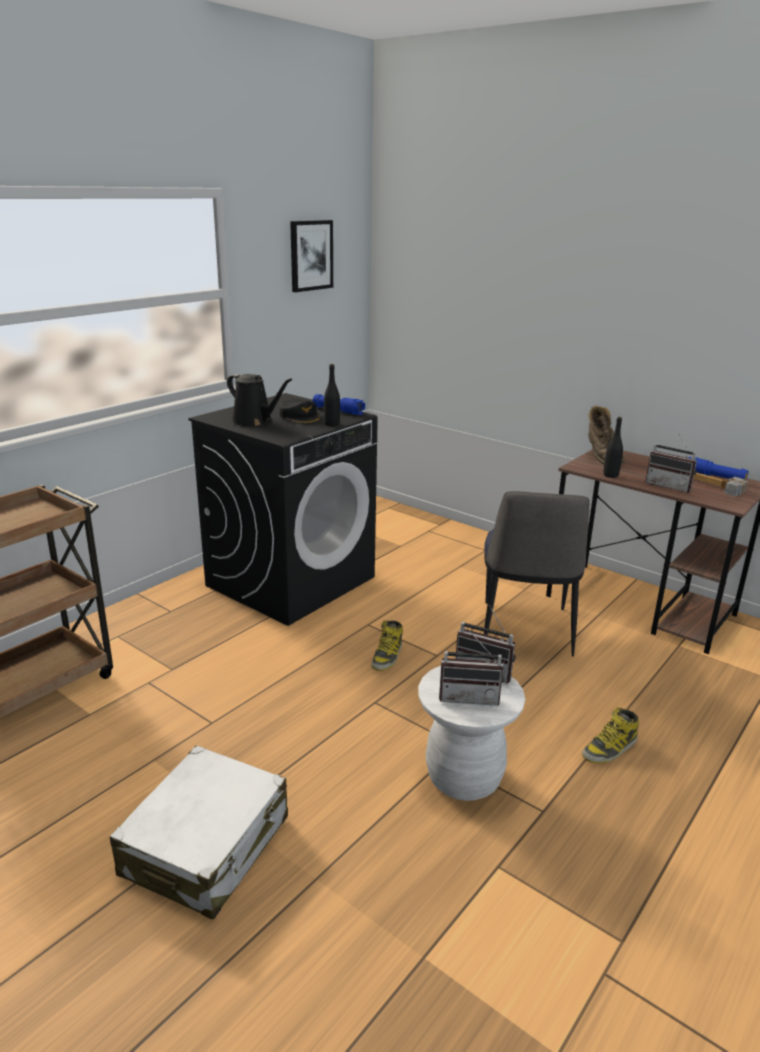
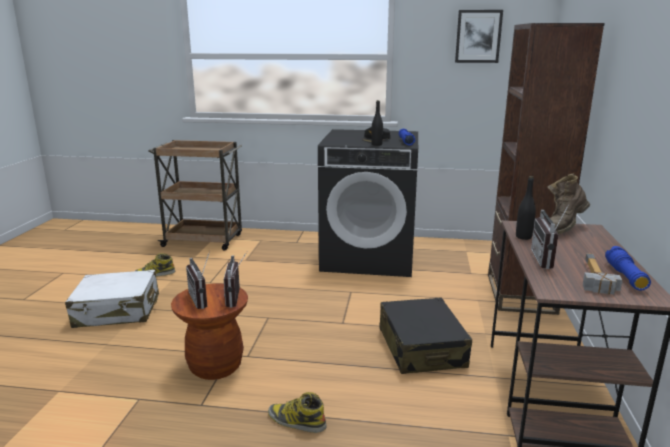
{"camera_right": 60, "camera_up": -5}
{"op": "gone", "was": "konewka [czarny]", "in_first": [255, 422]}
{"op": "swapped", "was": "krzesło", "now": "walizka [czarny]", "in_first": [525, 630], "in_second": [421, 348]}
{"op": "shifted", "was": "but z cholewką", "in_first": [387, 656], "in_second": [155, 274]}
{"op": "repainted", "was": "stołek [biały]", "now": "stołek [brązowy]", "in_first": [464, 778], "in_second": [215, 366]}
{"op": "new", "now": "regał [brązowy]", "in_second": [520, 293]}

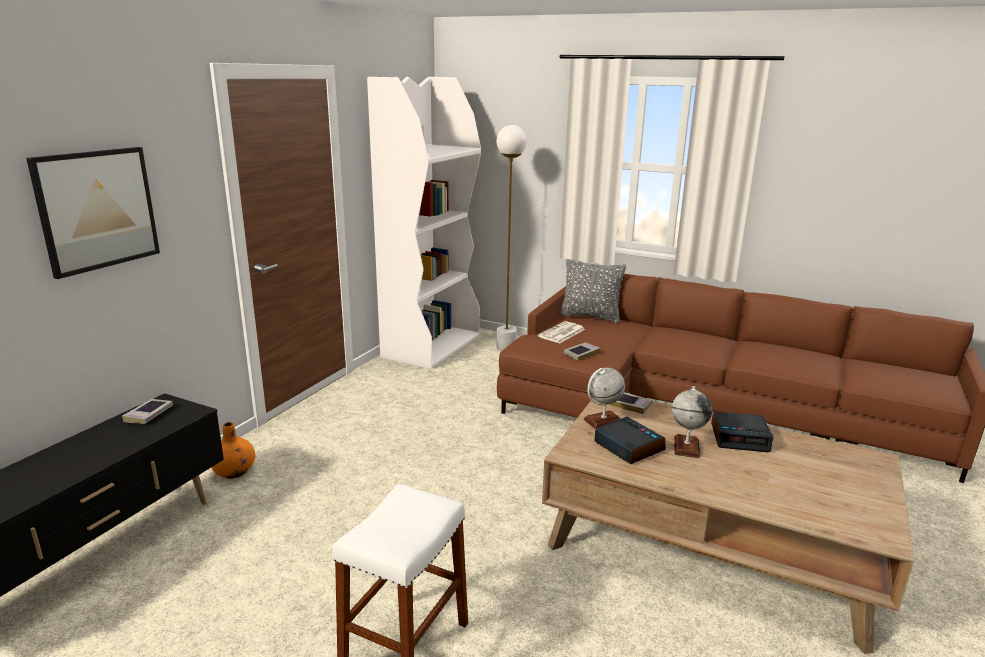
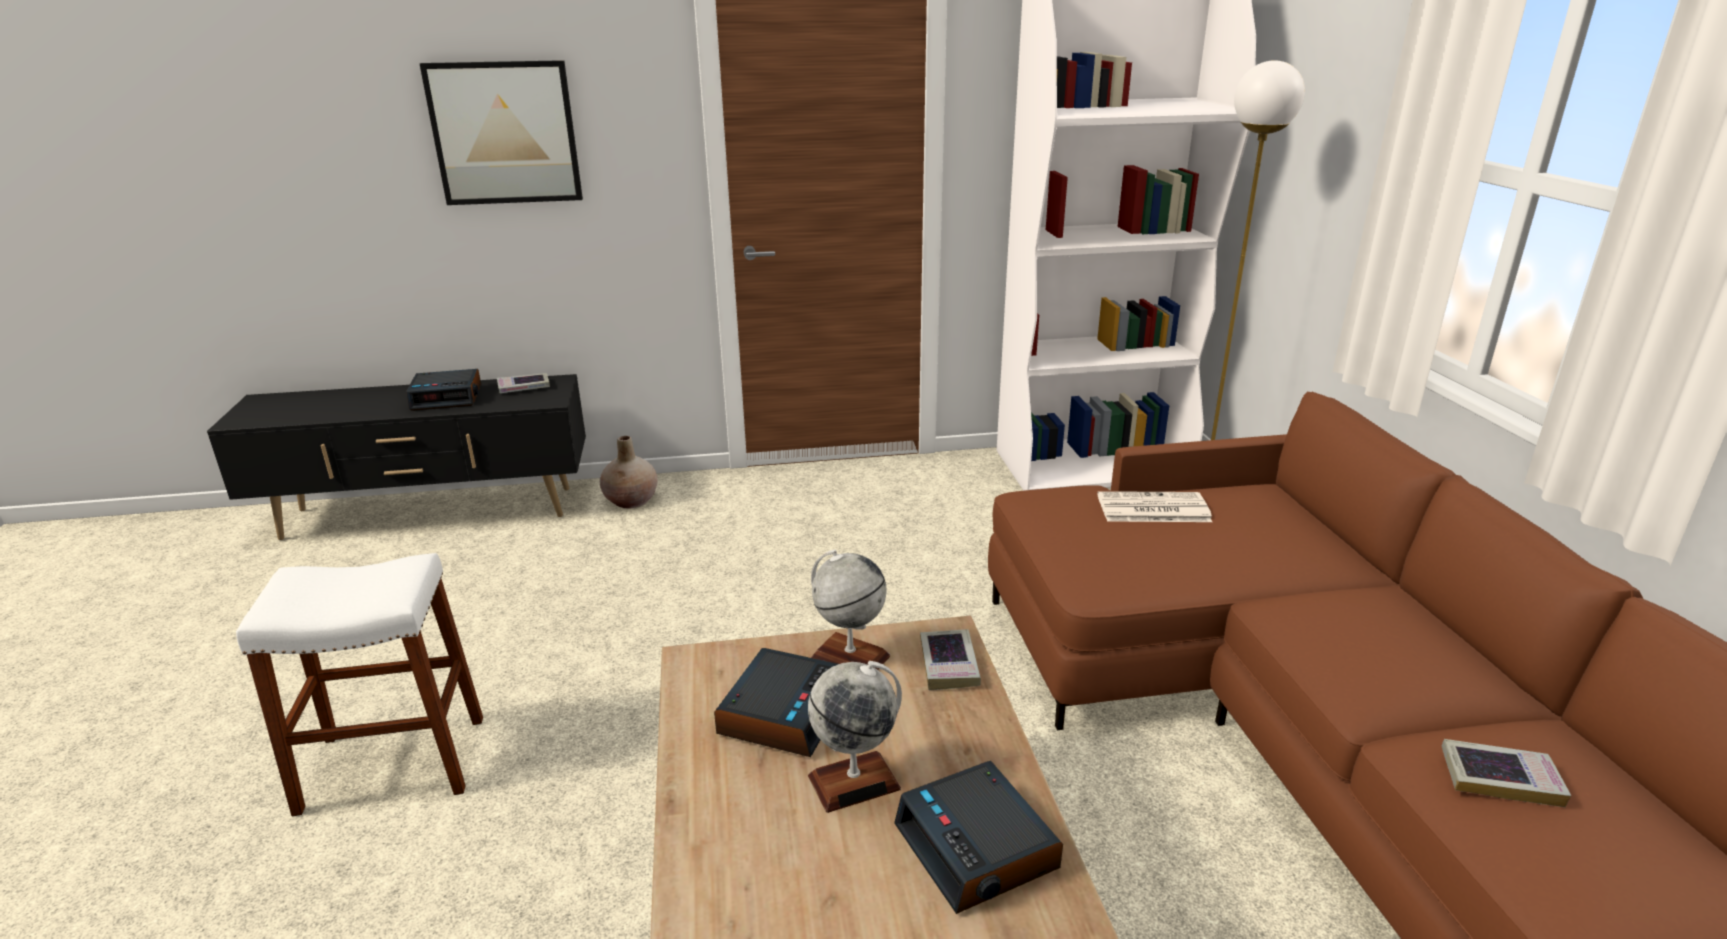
{"camera_right": 55, "camera_up": 5}
{"op": "gone", "was": "poduszka [szary]", "in_first": [590, 317]}
{"op": "shifted", "was": "książka", "in_first": [581, 353], "in_second": [1500, 778]}
{"op": "repainted", "was": "wazon [pomarańczowy]", "now": "wazon [beżowy]", "in_first": [234, 471], "in_second": [632, 501]}
{"op": "new", "now": "budzik", "in_second": [447, 397]}

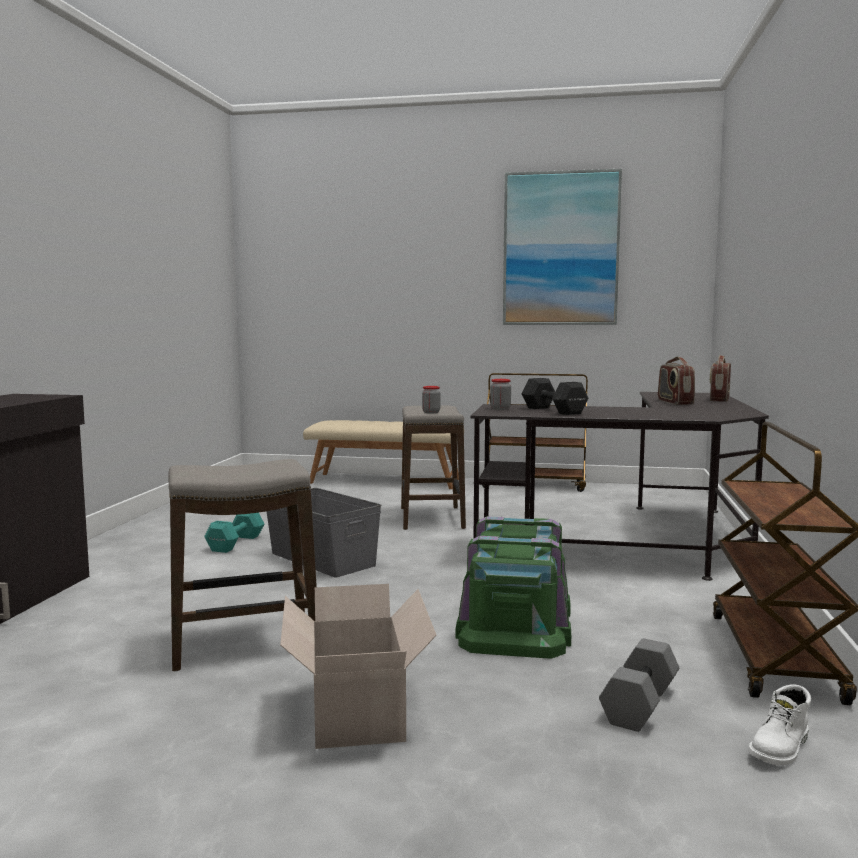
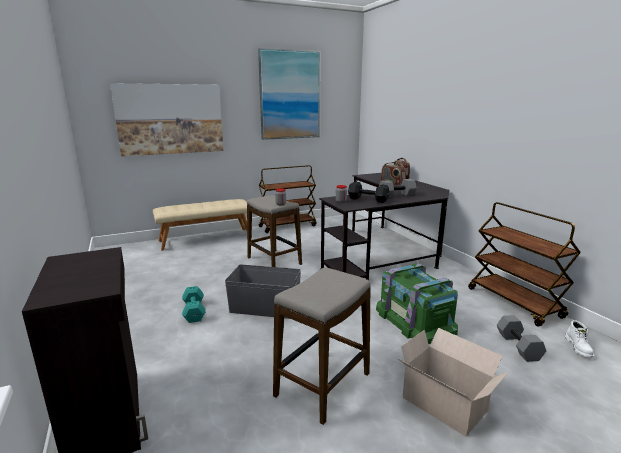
{"camera_right": -35, "camera_up": 10}
{"op": "new", "now": "obraz", "in_second": [170, 119]}
{"op": "new", "now": "hantel [szary]", "in_second": [396, 195]}

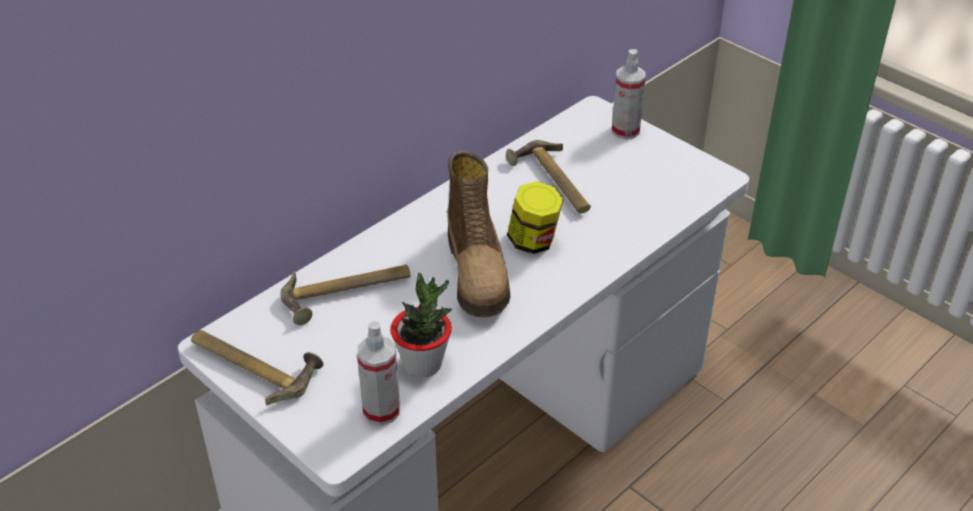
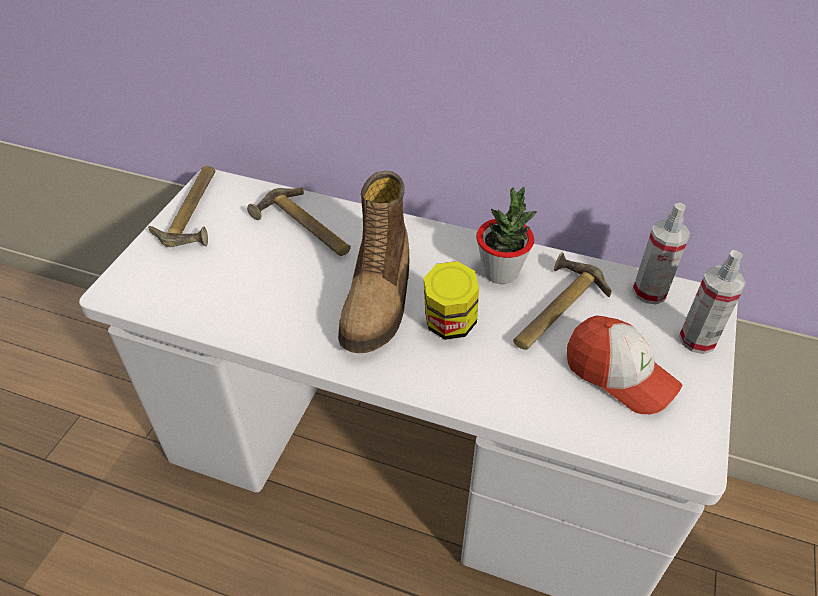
{"camera_right": 65, "camera_up": 5}
{"op": "rotated", "was": "but z cholewką", "in_first": [478, 272], "in_second": [379, 300], "clockwise": -45}
{"op": "shifted", "was": "roślina doniczkowa", "in_first": [423, 364], "in_second": [501, 272]}
{"op": "shifted", "was": "spryskiwacz", "in_first": [381, 410], "in_second": [649, 292]}
{"op": "new", "now": "czapka z daszkiem", "in_second": [619, 374]}

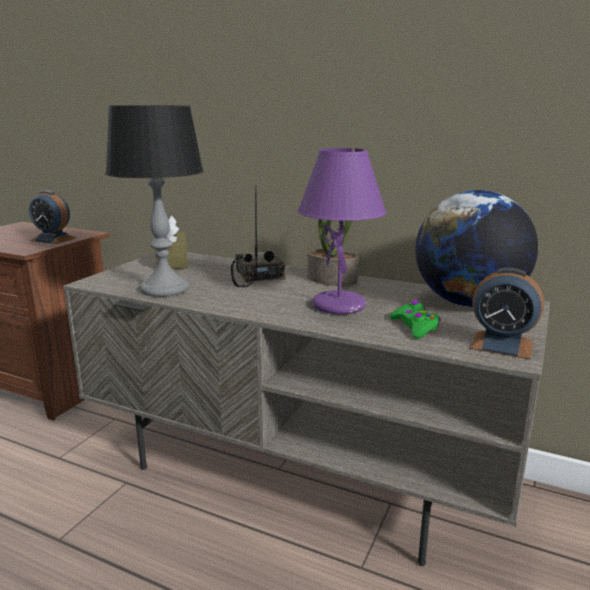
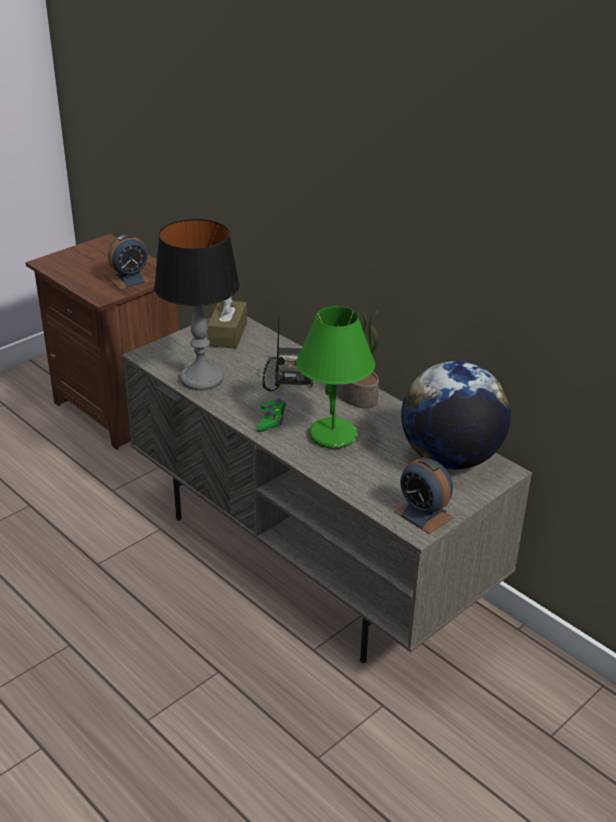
{"camera_right": 20, "camera_up": 15}
{"op": "repainted", "was": "lampa stołowa [fioletowy]", "now": "lampa stołowa [zielony]", "in_first": [340, 306], "in_second": [334, 436]}
{"op": "rotated", "was": "budzik", "in_first": [53, 239], "in_second": [130, 280], "clockwise": -75}
{"op": "shifted", "was": "pad do gier [zielony]", "in_first": [415, 326], "in_second": [271, 420]}

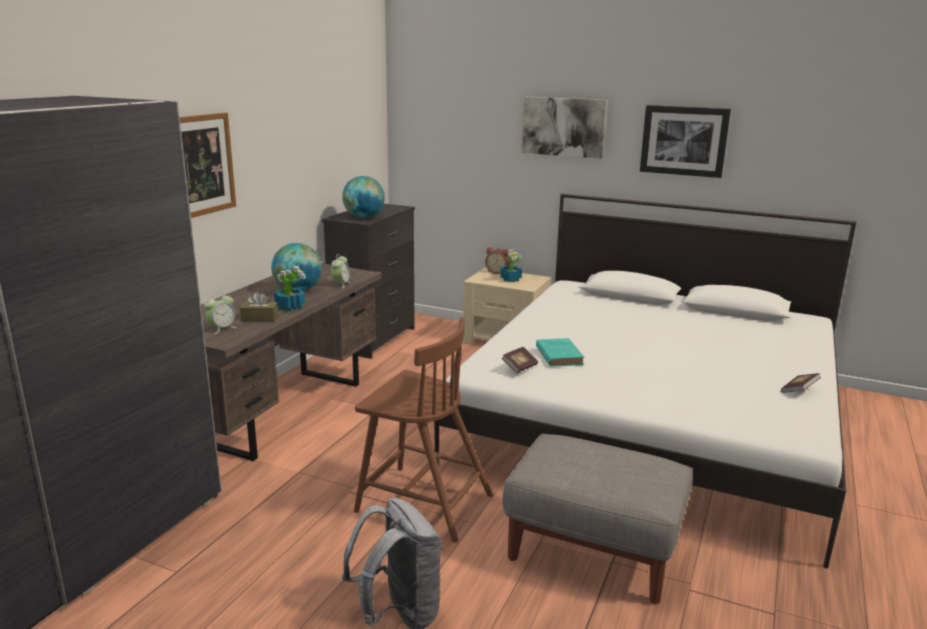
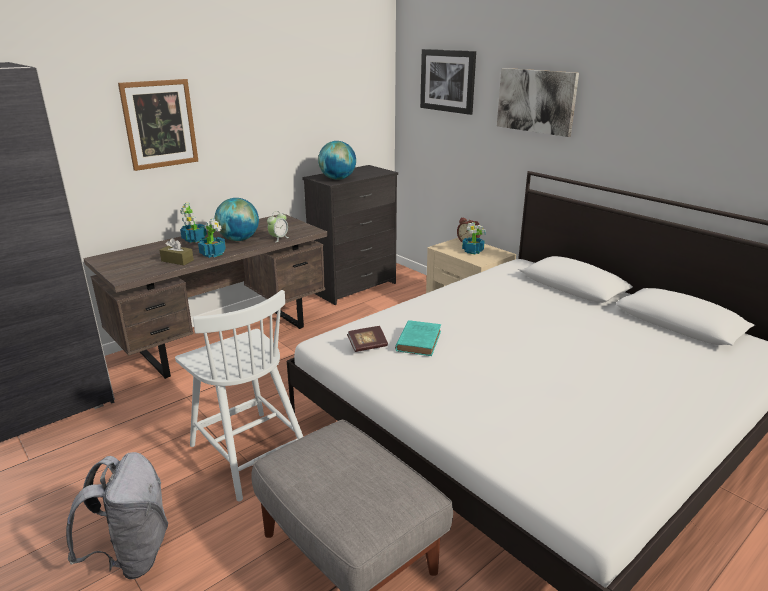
{"camera_right": 25, "camera_up": 5}
{"op": "shifted", "was": "obraz", "in_first": [684, 141], "in_second": [448, 81]}
{"op": "gone", "was": "budzik", "in_first": [222, 328]}
{"op": "repainted", "was": "krzesło [brązowy]", "now": "krzesło [biały]", "in_first": [422, 502], "in_second": [249, 452]}
{"op": "gone", "was": "książka", "in_first": [799, 390]}
{"op": "new", "now": "roślina doniczkowa", "in_second": [194, 239]}

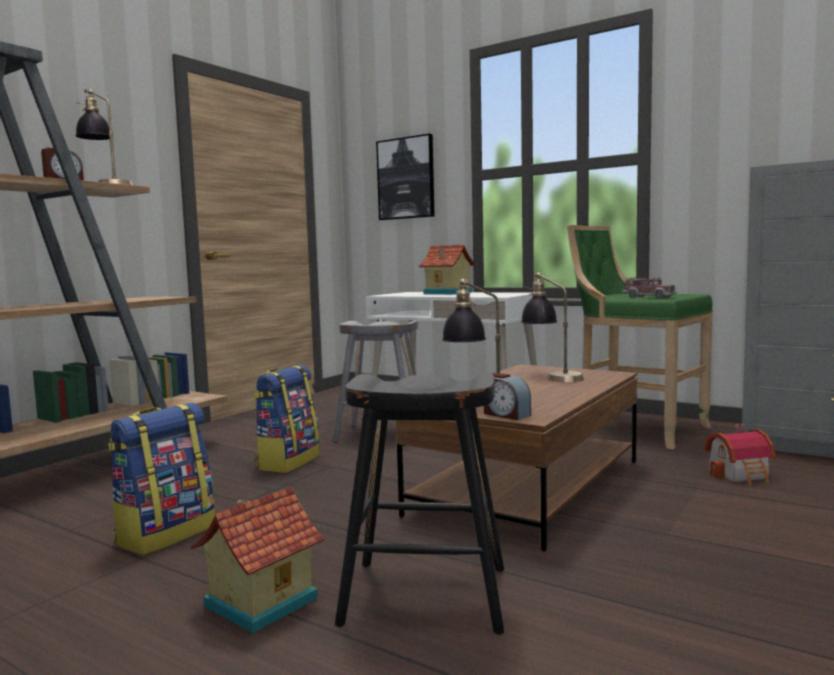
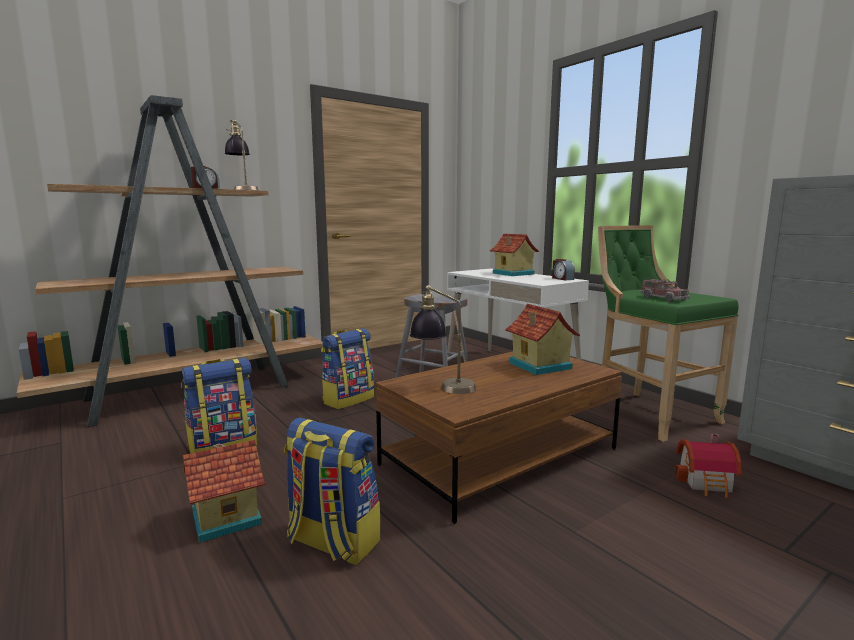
{"camera_right": 20, "camera_up": 5}
{"op": "gone", "was": "obraz", "in_first": [406, 178]}
{"op": "swapped", "was": "lampa stołowa", "now": "domek", "in_first": [551, 377], "in_second": [539, 366]}
{"op": "swapped", "was": "stołek [czarny]", "now": "plecak", "in_first": [426, 595], "in_second": [332, 542]}
{"op": "shifted", "was": "budzik", "in_first": [505, 414], "in_second": [562, 279]}

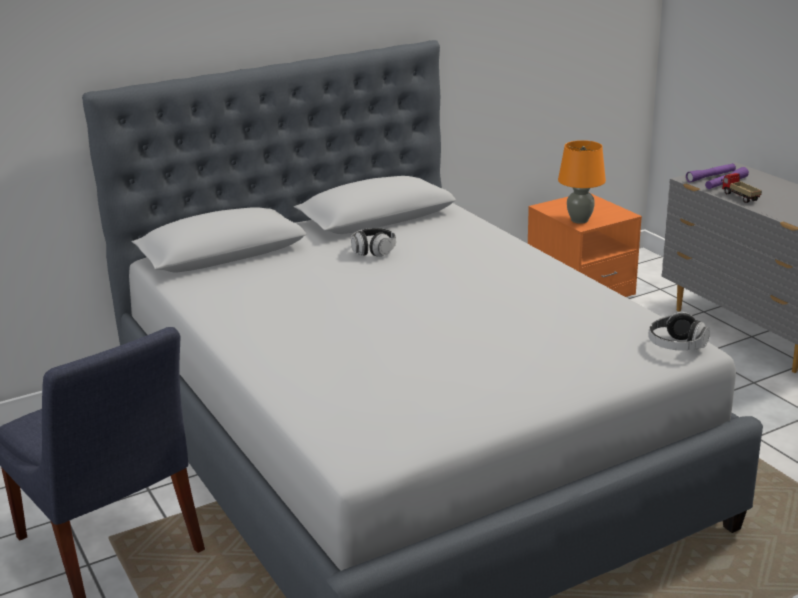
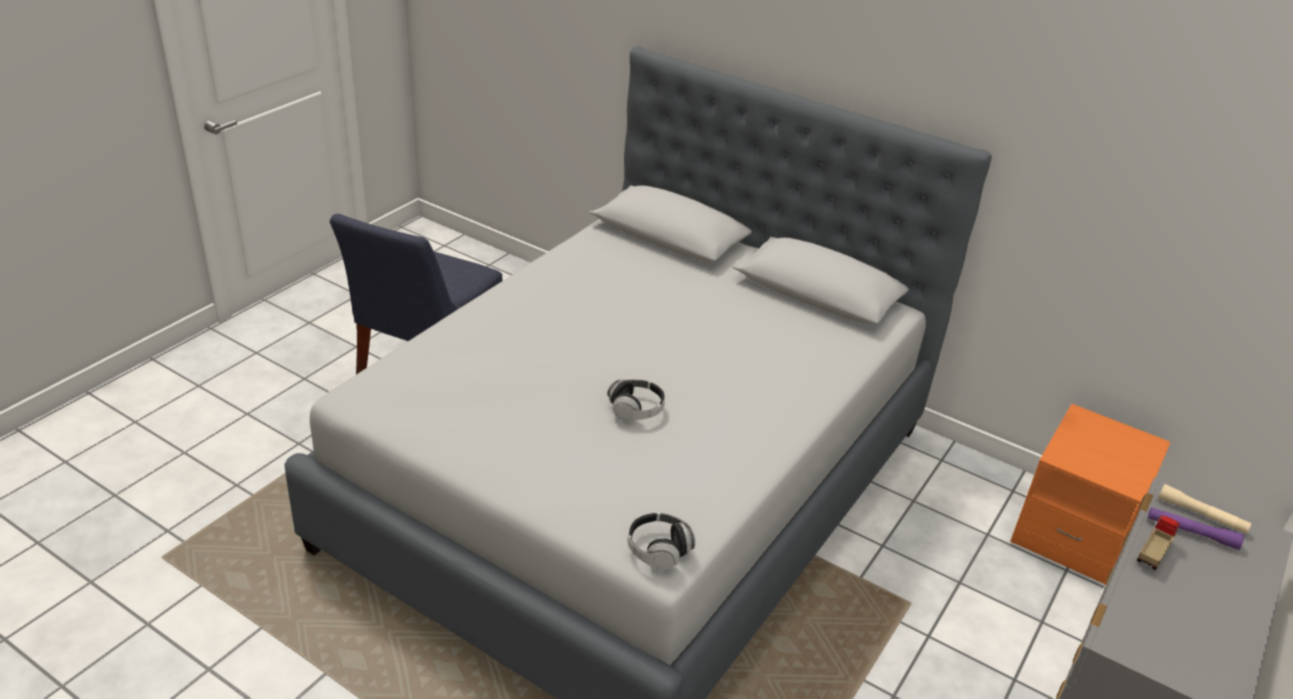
{"camera_right": 60, "camera_up": 10}
{"op": "gone", "was": "lampa stołowa [pomarańczowy]", "in_first": [580, 220]}
{"op": "repainted", "was": "latarka [fioletowy]", "now": "latarka [beżowy]", "in_first": [710, 177], "in_second": [1201, 515]}
{"op": "shifted", "was": "słuchawki", "in_first": [373, 251], "in_second": [636, 410]}

